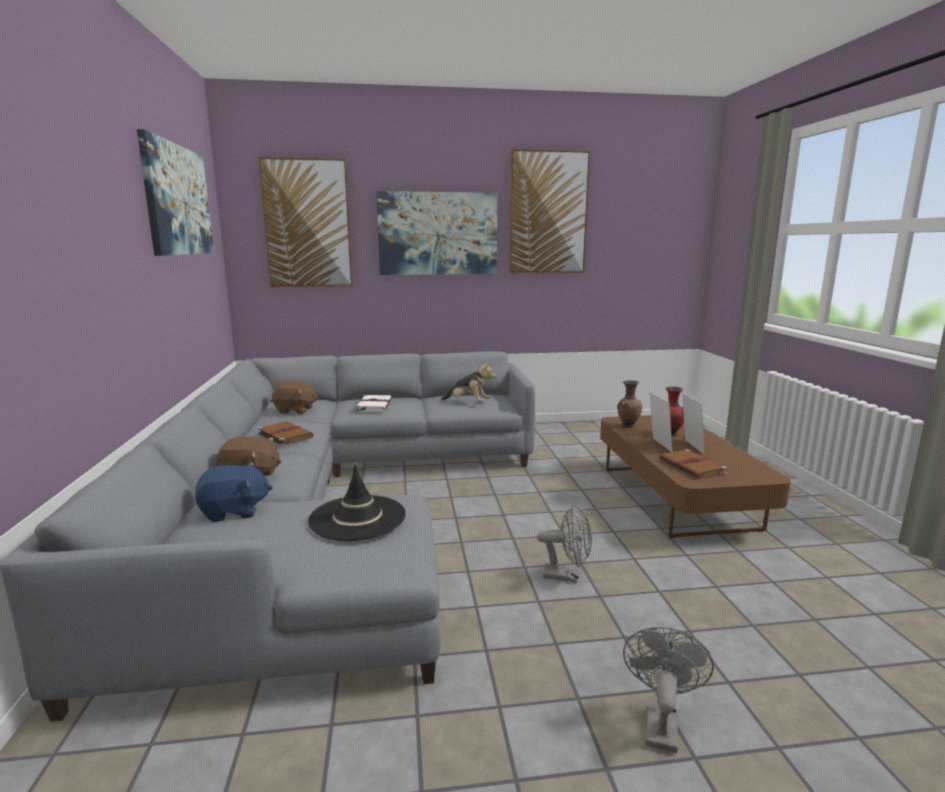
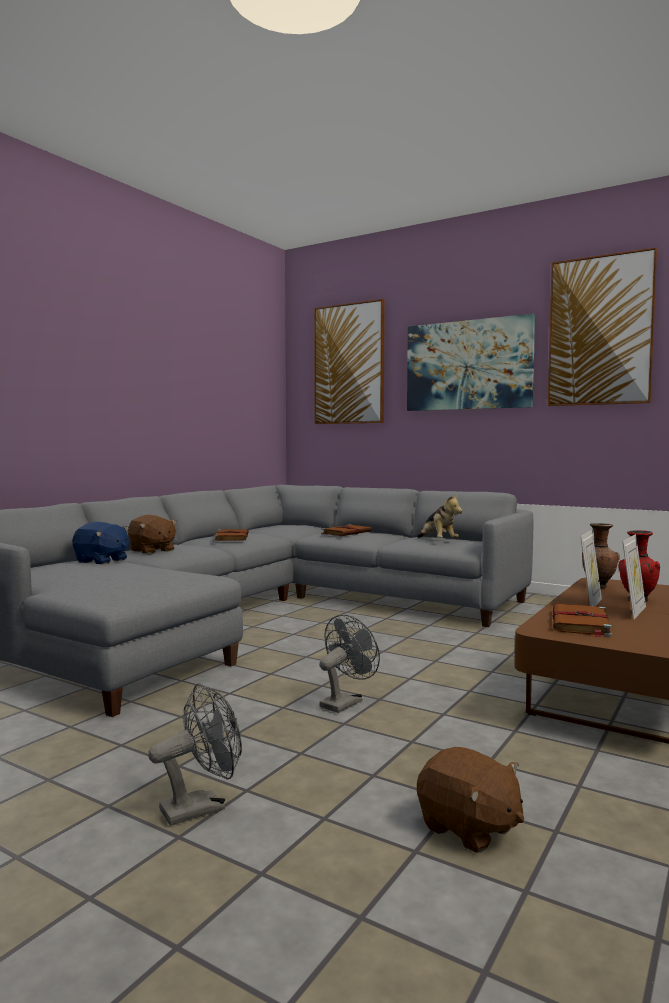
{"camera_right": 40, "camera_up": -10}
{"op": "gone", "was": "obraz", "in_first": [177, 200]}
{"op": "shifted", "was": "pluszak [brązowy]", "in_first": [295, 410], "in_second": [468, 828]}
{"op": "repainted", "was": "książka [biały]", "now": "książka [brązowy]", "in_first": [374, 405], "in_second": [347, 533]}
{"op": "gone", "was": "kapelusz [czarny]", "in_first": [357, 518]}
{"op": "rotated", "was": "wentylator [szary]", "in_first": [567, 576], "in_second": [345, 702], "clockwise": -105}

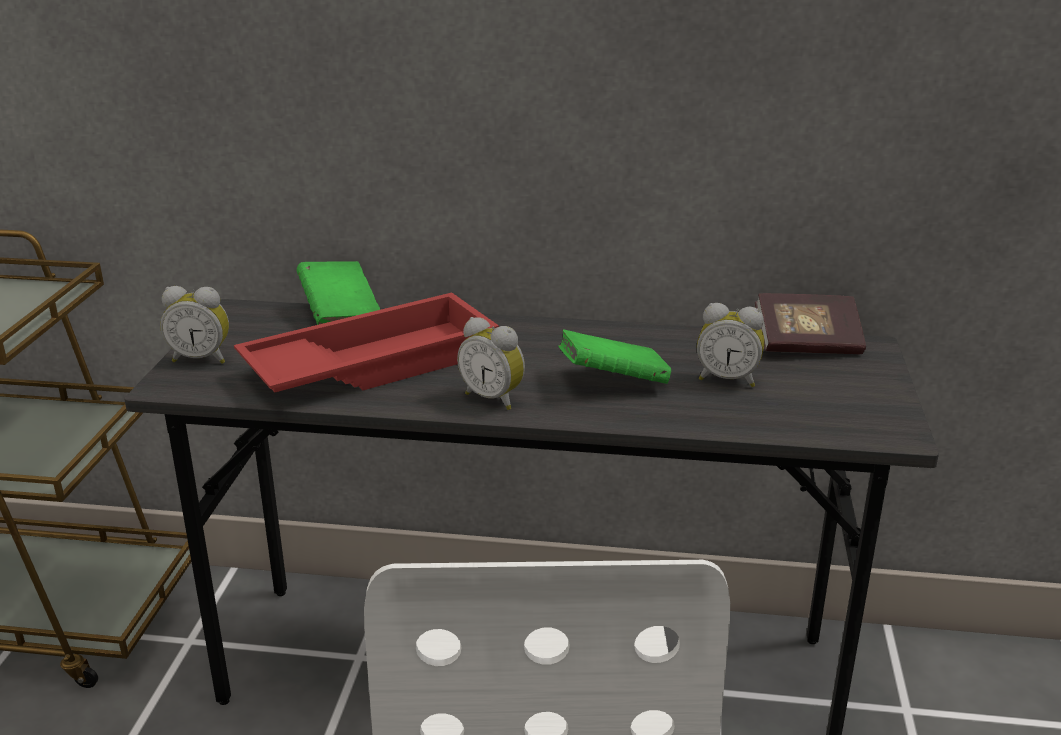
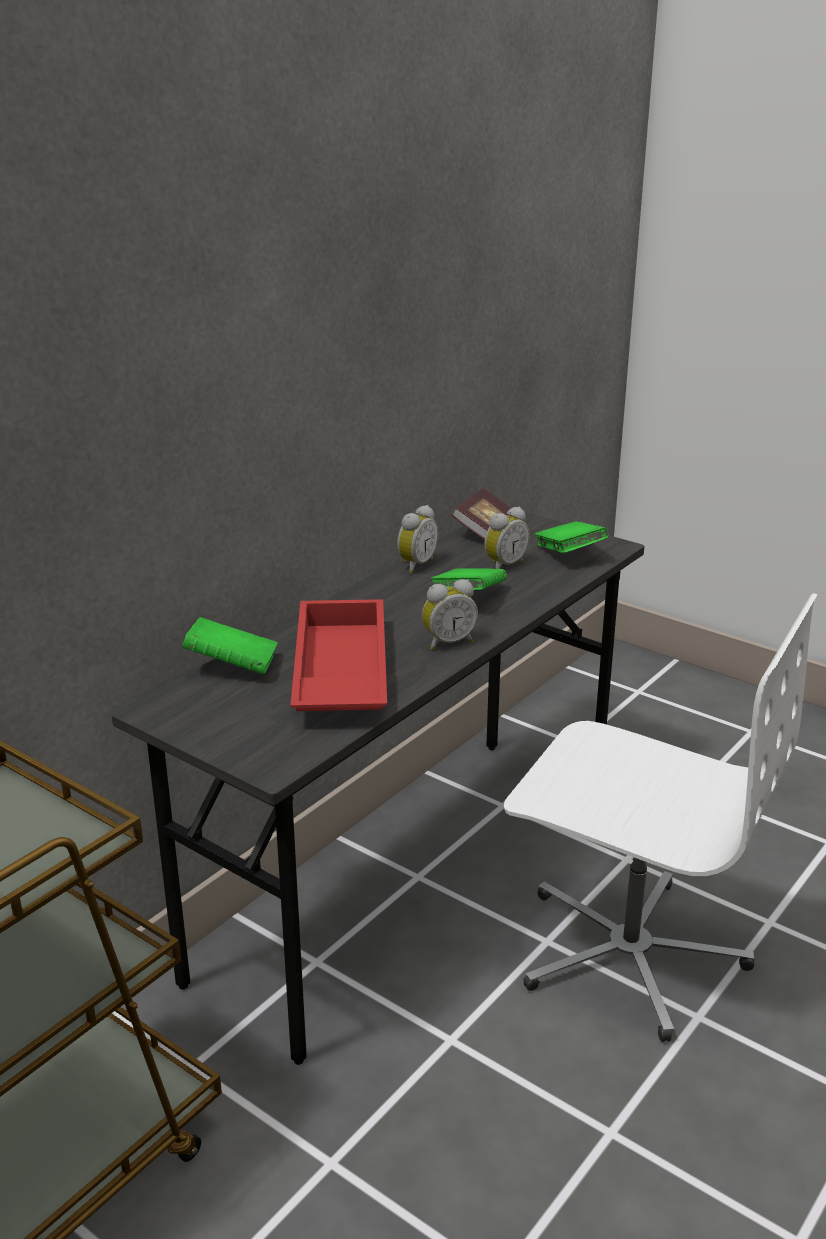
{"camera_right": -60, "camera_up": 0}
{"op": "shifted", "was": "budzik", "in_first": [201, 358], "in_second": [415, 565]}
{"op": "new", "now": "książka [zielony]", "in_second": [569, 554]}

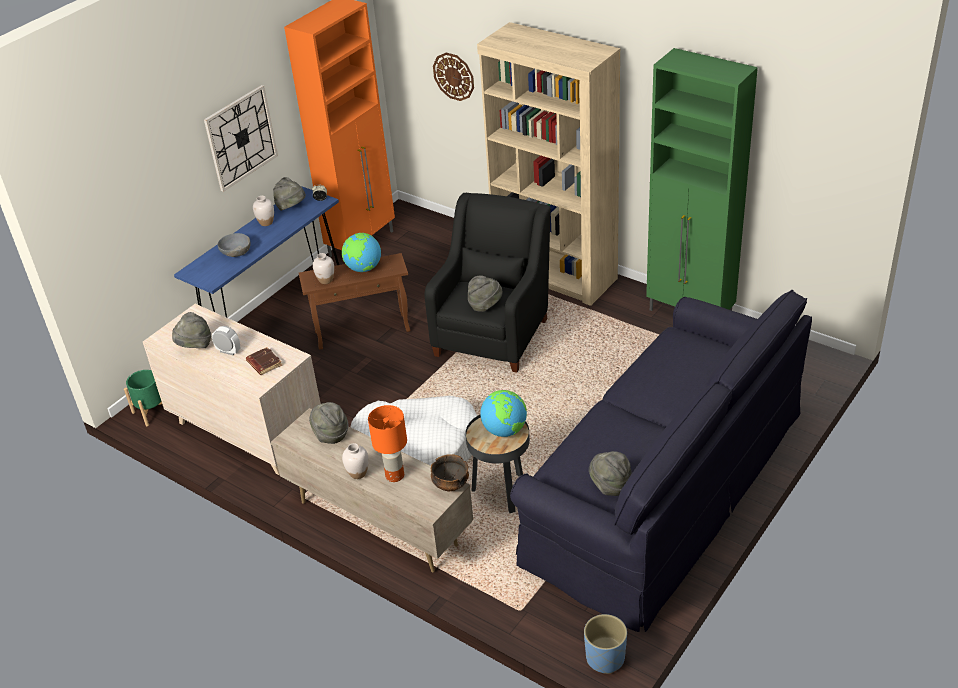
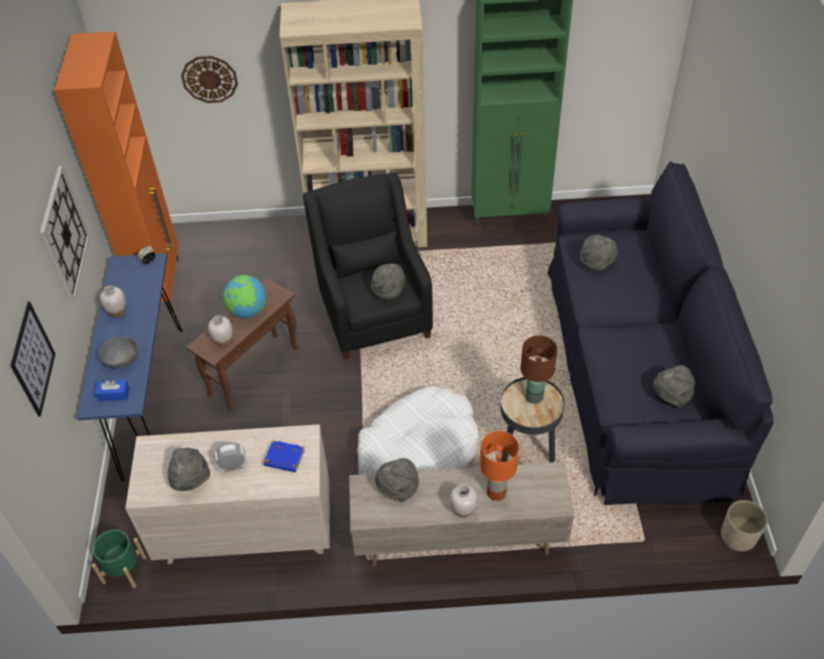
{"camera_right": -40, "camera_up": 10}
{"op": "shifted", "was": "kapelusz [szary]", "in_first": [291, 207], "in_second": [596, 263]}
{"op": "repainted", "was": "książka [brązowy]", "now": "książka [niebieski]", "in_first": [263, 363], "in_second": [284, 458]}
{"op": "swapped", "was": "globus", "now": "lampa stołowa [brązowy]", "in_first": [505, 430], "in_second": [534, 396]}
{"op": "gone", "was": "miska", "in_first": [450, 485]}
{"op": "repainted", "was": "donica [niebieski]", "now": "donica [beżowy]", "in_first": [605, 658], "in_second": [738, 536]}
{"op": "new", "now": "obraz", "in_second": [33, 359]}
{"op": "new", "now": "pudełko chusteczek [niebieski]", "in_second": [113, 394]}

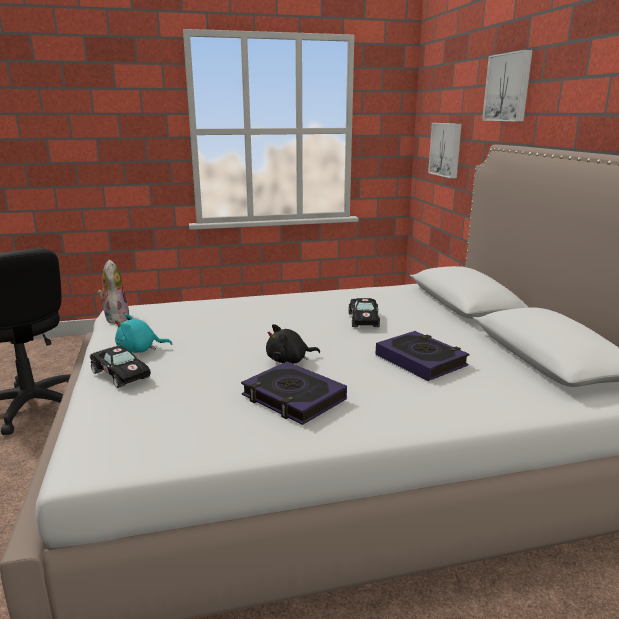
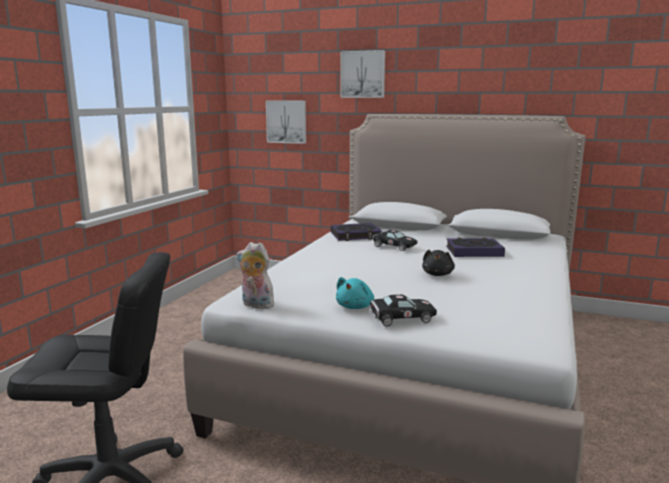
{"camera_right": -55, "camera_up": -5}
{"op": "shifted", "was": "książka", "in_first": [293, 398], "in_second": [355, 236]}

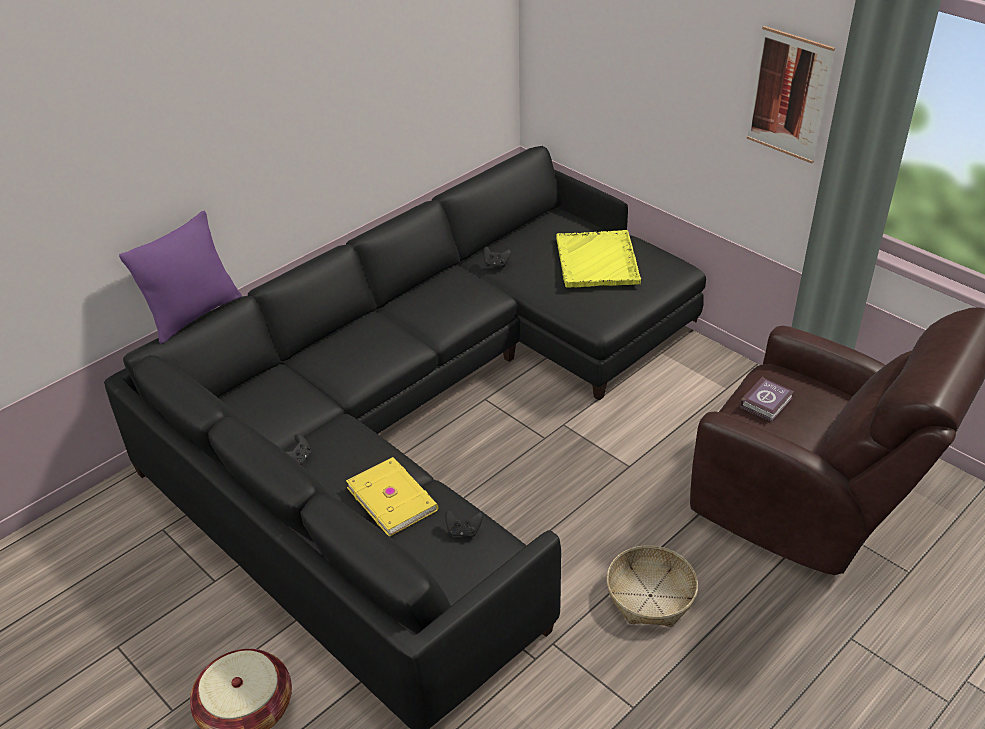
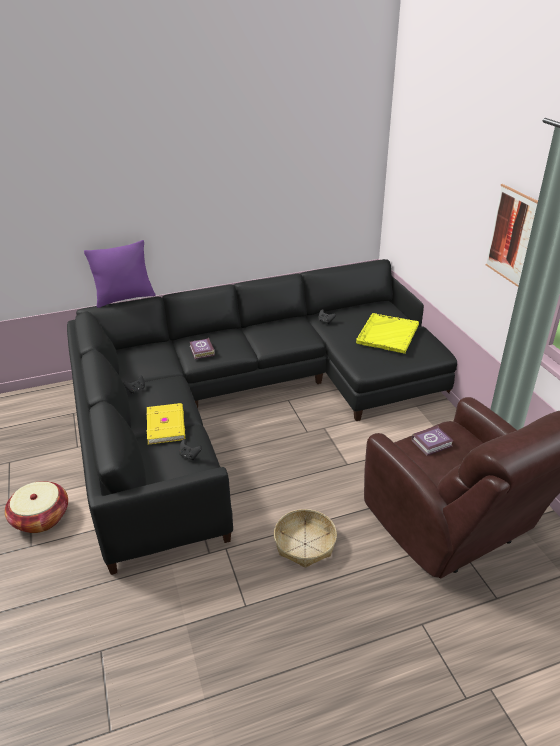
{"camera_right": 25, "camera_up": -5}
{"op": "new", "now": "książka", "in_second": [201, 351]}

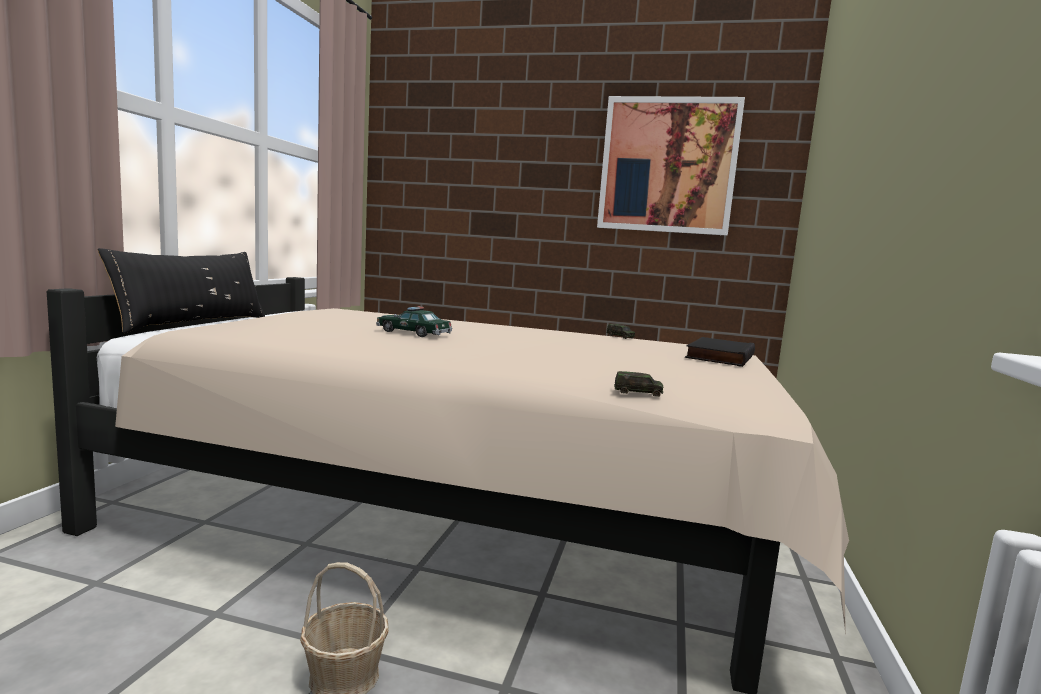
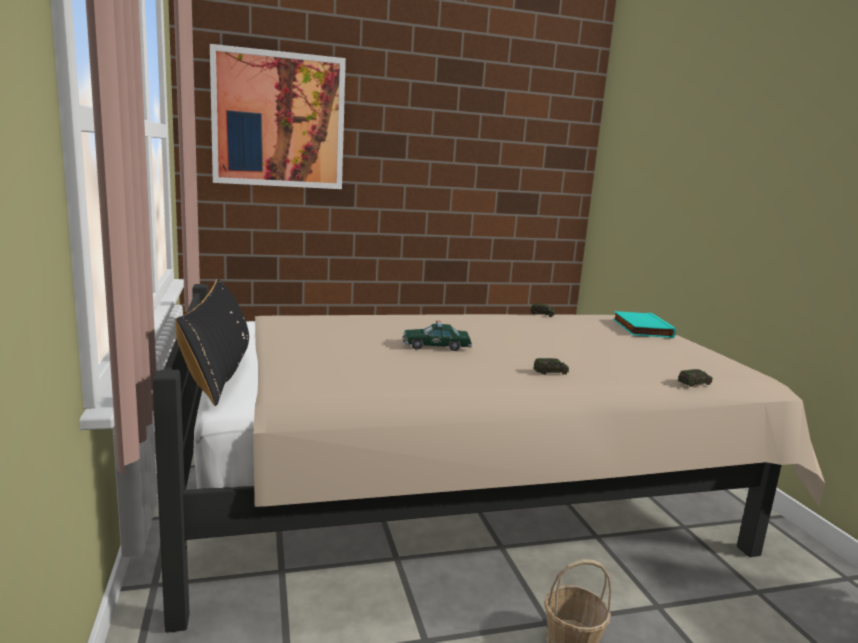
{"camera_right": -30, "camera_up": 5}
{"op": "shifted", "was": "obraz", "in_first": [667, 166], "in_second": [279, 120]}
{"op": "repainted", "was": "książka [czarny]", "now": "książka [turkusowy]", "in_first": [718, 356], "in_second": [640, 328]}
{"op": "new", "now": "samochodzik", "in_second": [550, 372]}

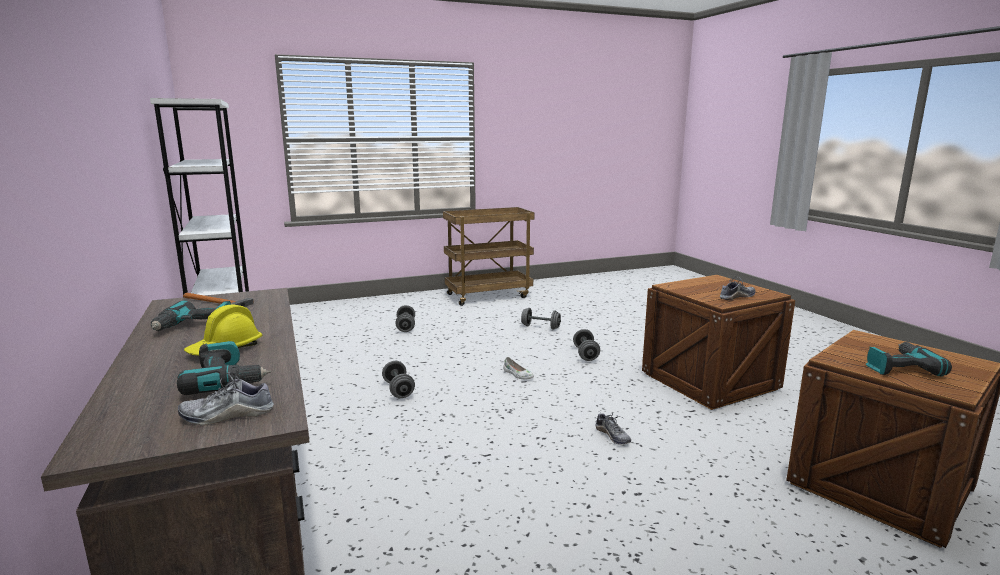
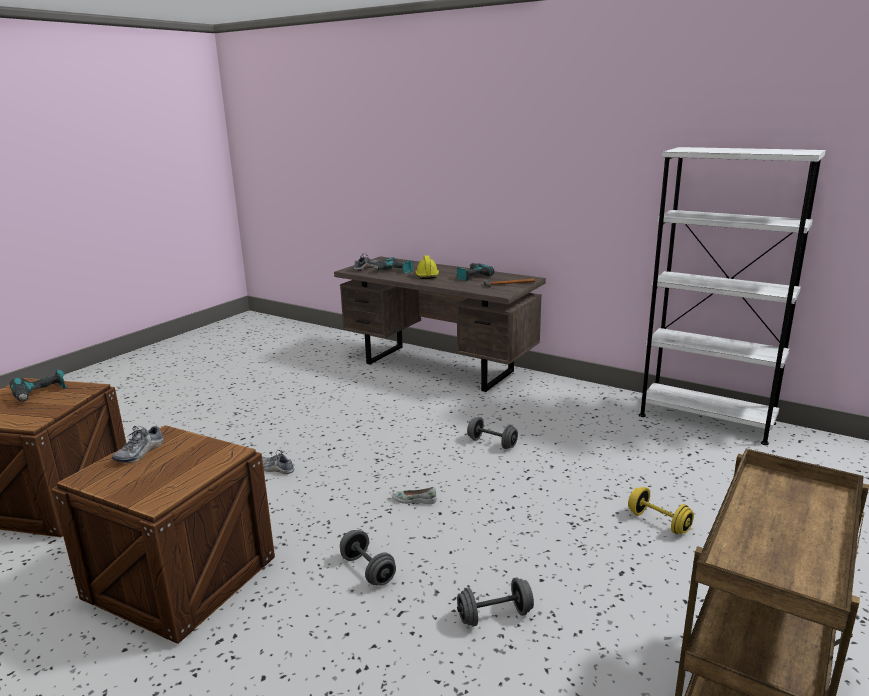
{"camera_right": 145, "camera_up": 5}
{"op": "repainted", "was": "hantel [szary]", "now": "hantel [żółty]", "in_first": [406, 327], "in_second": [658, 522]}

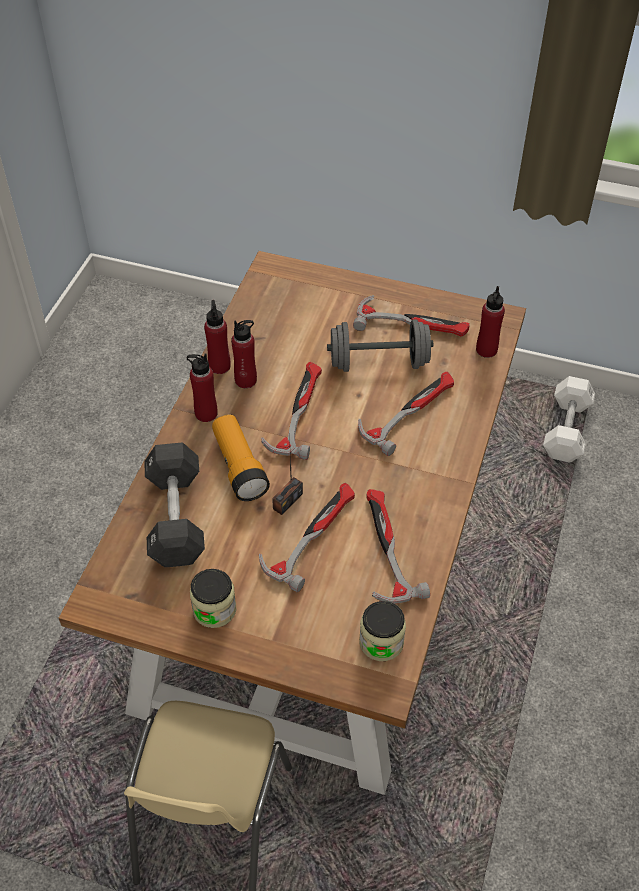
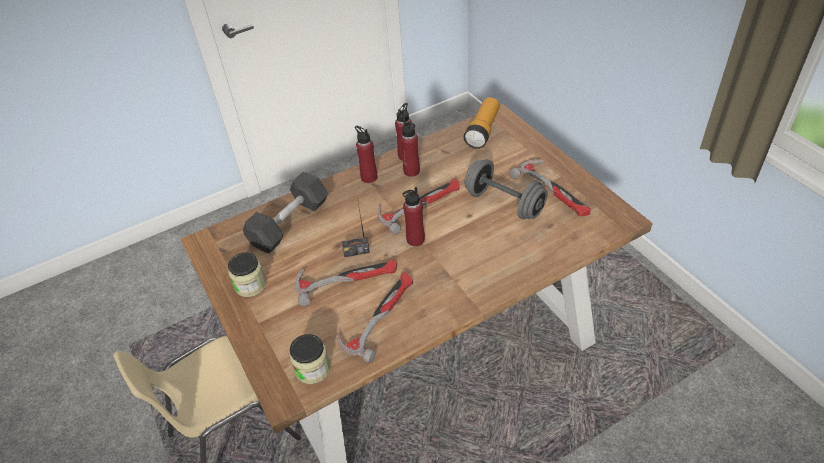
{"camera_right": 45, "camera_up": -5}
{"op": "shifted", "was": "butelka [czerwony]", "in_first": [486, 350], "in_second": [415, 239]}
{"op": "gone", "was": "młotek", "in_first": [408, 411]}
{"op": "gone", "was": "hantel [biały]", "in_first": [566, 430]}
{"op": "shifted", "was": "latarka", "in_first": [239, 467], "in_second": [483, 131]}

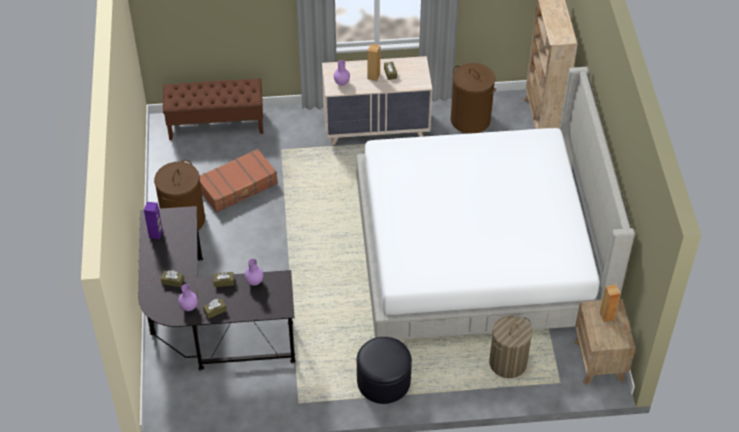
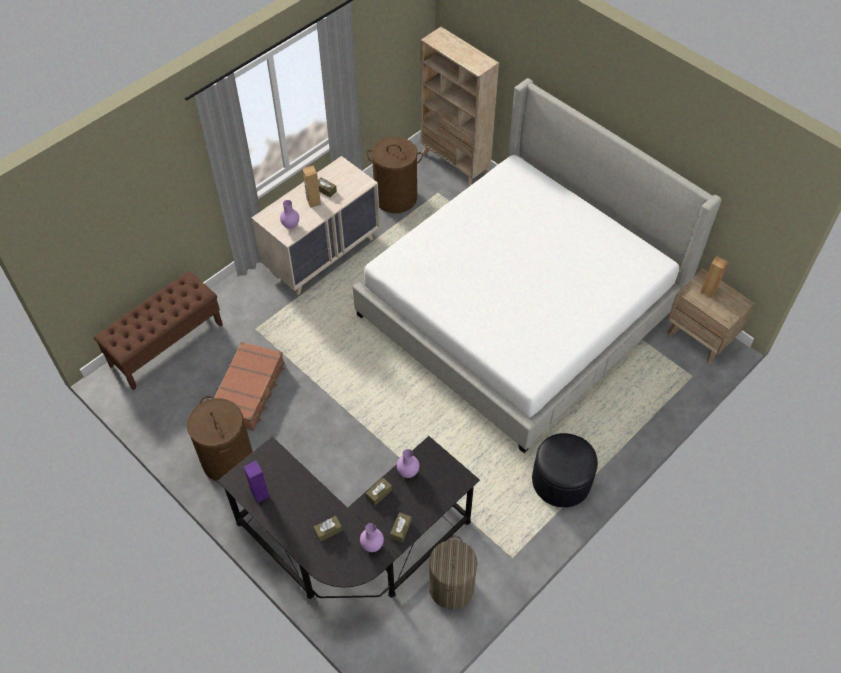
{"camera_right": -40, "camera_up": 5}
{"op": "shifted", "was": "kosz na pranie", "in_first": [508, 363], "in_second": [451, 587]}

